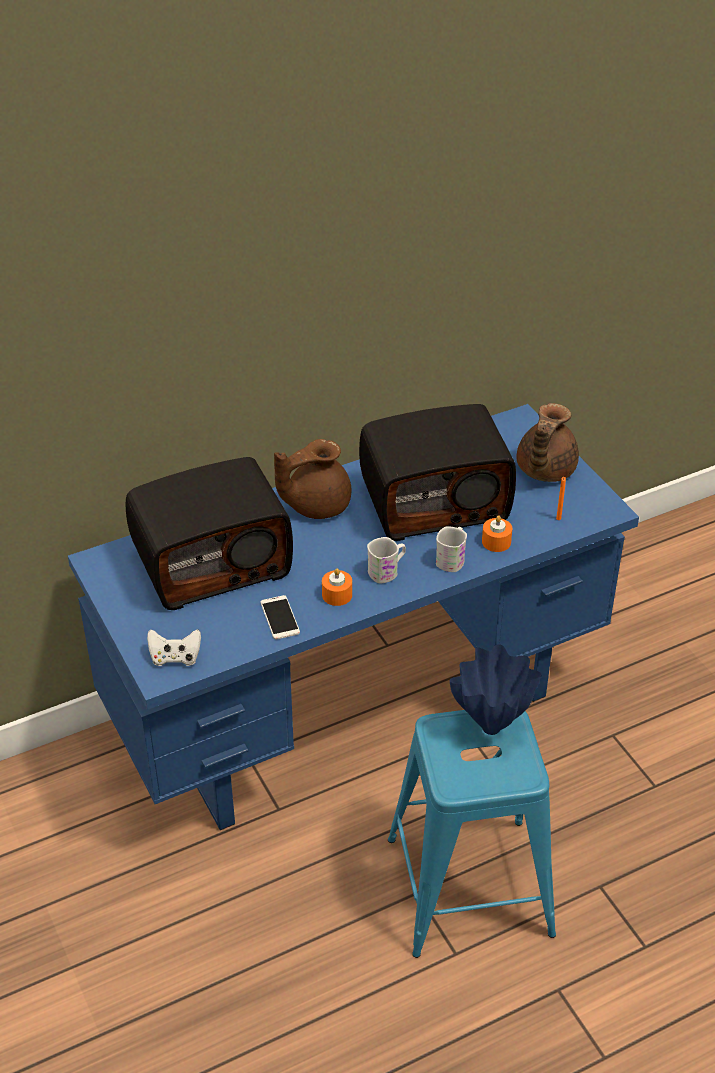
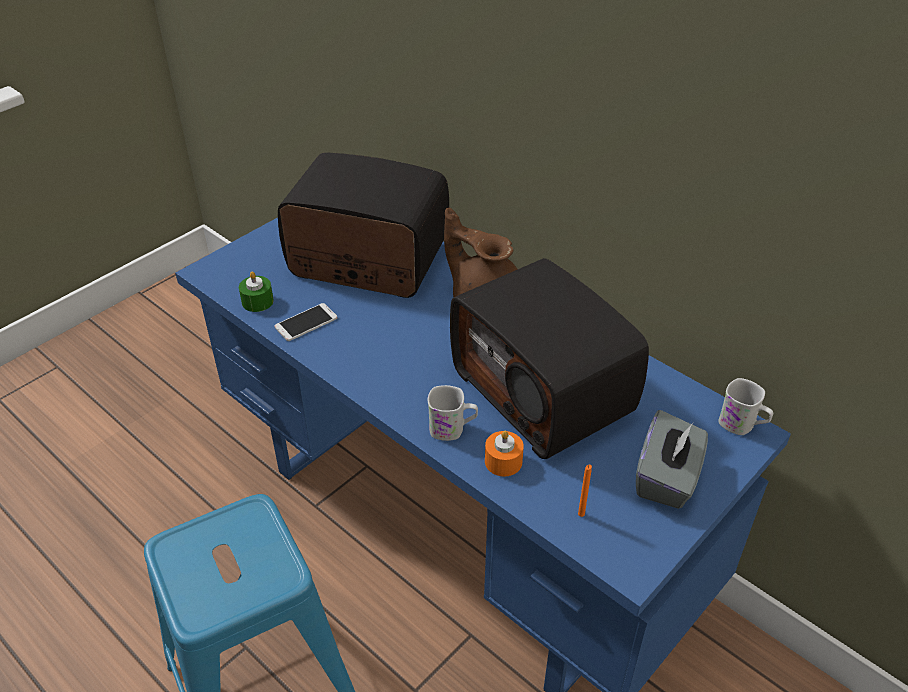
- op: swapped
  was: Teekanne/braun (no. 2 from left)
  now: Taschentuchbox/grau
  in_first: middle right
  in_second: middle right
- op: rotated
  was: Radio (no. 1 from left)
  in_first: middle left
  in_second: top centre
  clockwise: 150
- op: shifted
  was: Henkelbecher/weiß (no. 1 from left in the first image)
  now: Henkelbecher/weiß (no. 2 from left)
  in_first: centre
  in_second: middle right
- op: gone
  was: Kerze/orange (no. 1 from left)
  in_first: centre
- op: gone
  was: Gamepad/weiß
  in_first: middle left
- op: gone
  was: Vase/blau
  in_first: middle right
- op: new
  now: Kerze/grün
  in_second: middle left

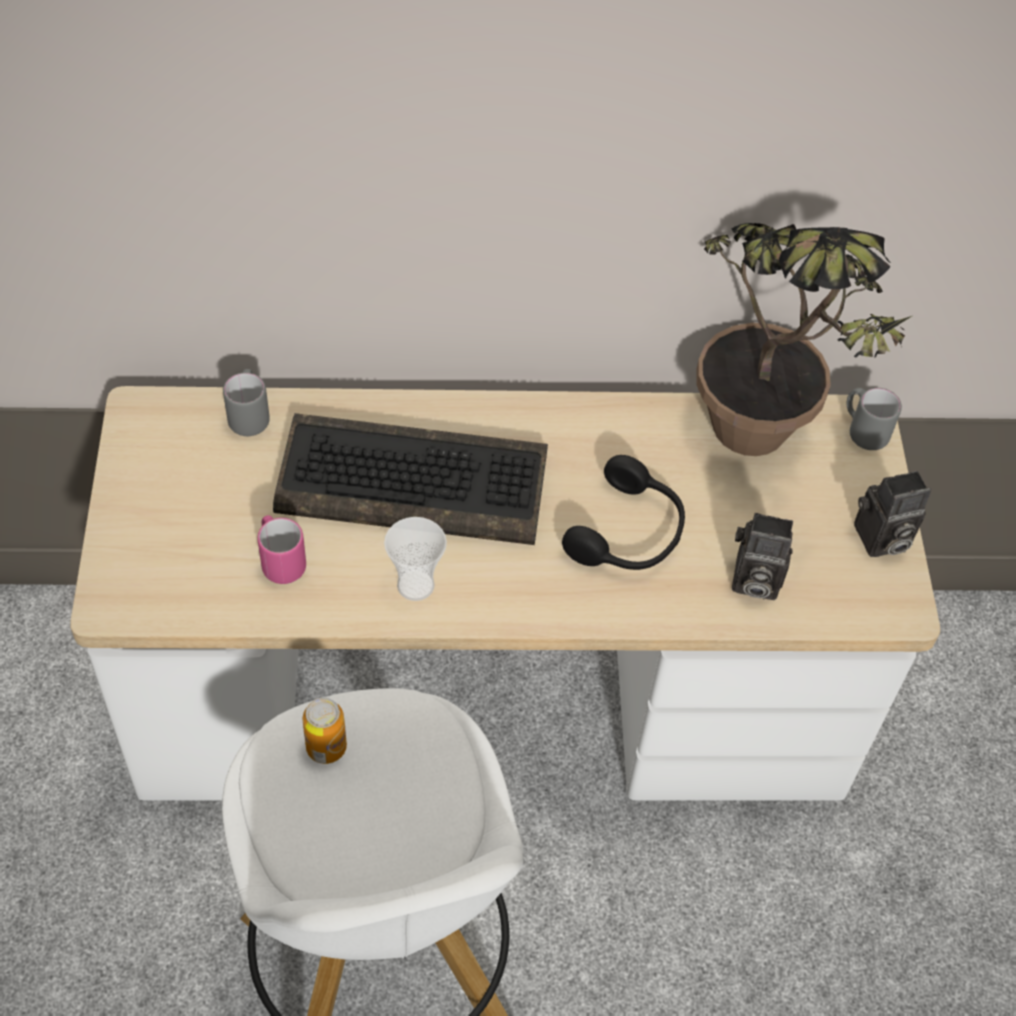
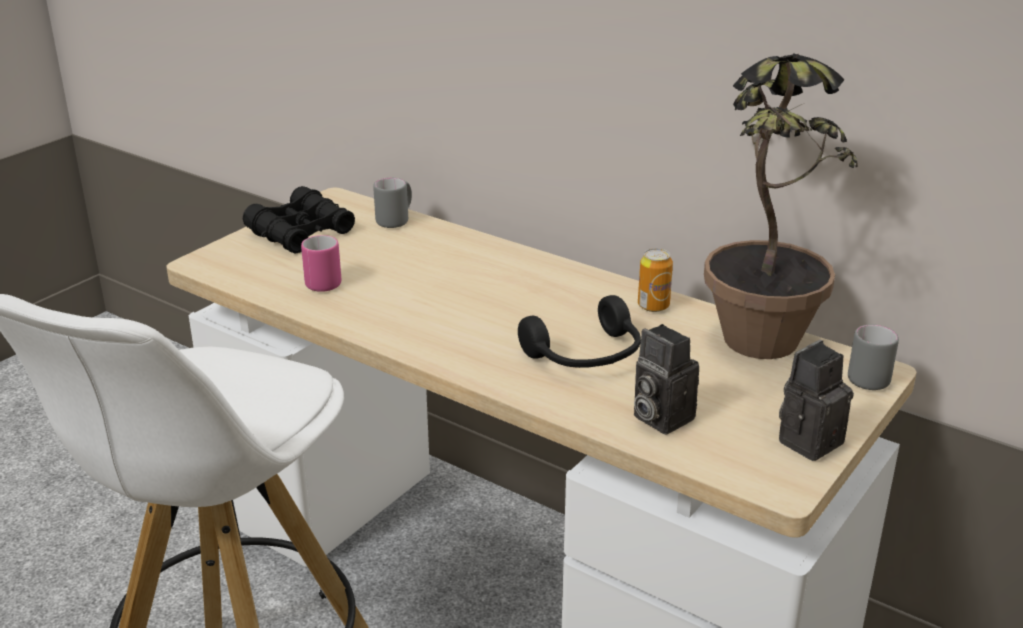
- op: gone
  was: Tastatur
  in_first: centre
- op: rotated
  was: Kamera (no. 2 from left)
  in_first: middle right
  in_second: middle right
  clockwise: 120
- op: gone
  was: Tasse
  in_first: centre
- op: shifted
  was: Dose
  in_first: bottom left
  in_second: centre
- op: new
  now: Fernglas/schwarz
  in_second: middle left

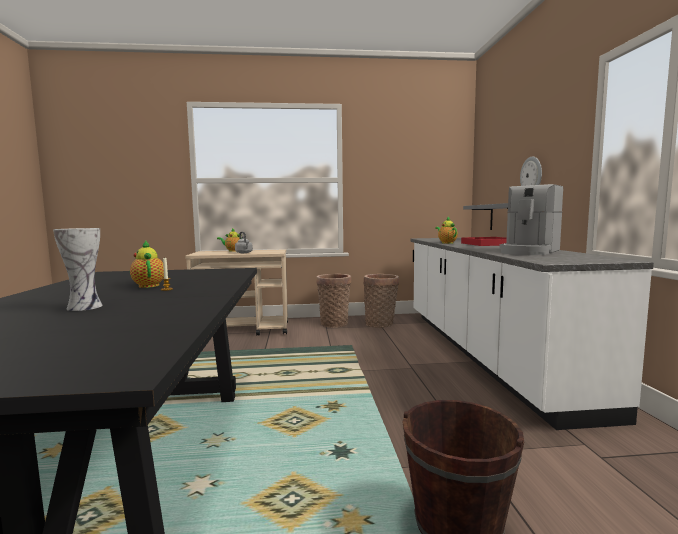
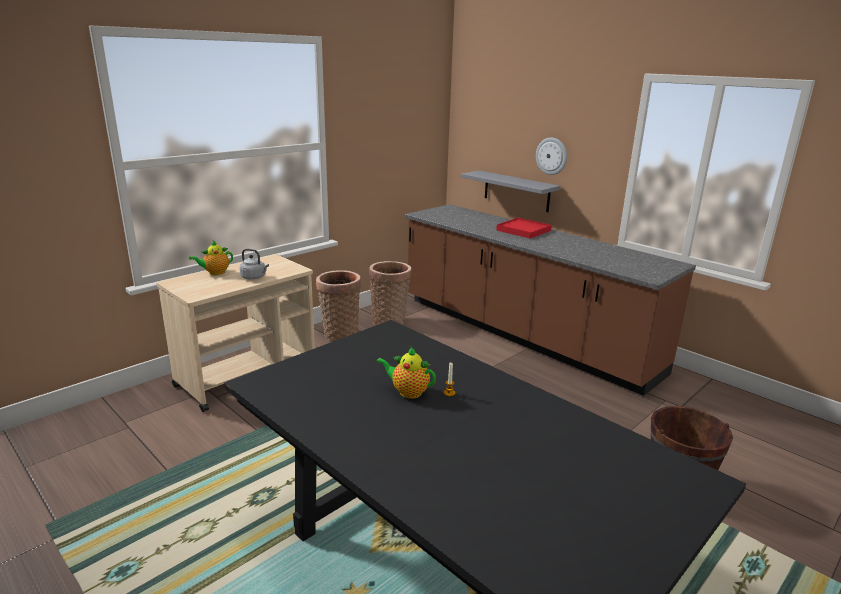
- op: gone
  was: Kaffeemaschine
  in_first: middle right
- op: gone
  was: Teekanne (no. 3 from left)
  in_first: centre
- op: gone
  was: Vase
  in_first: middle left
- op: repainted
  was: Küchenzeile/weiß
  now: Küchenzeile/braun
  in_first: middle right
  in_second: centre

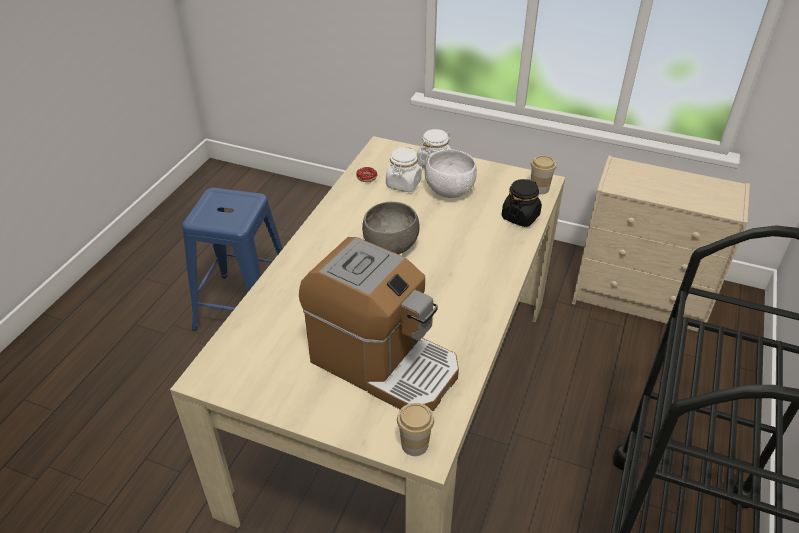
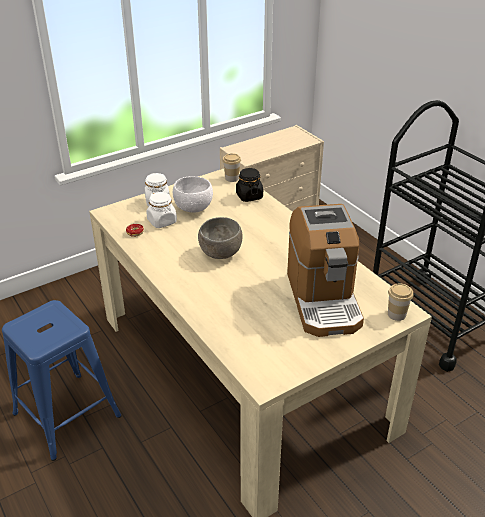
- op: rotated
  was: Kaffeemaschine
  in_first: centre
  in_second: middle right
  clockwise: 105

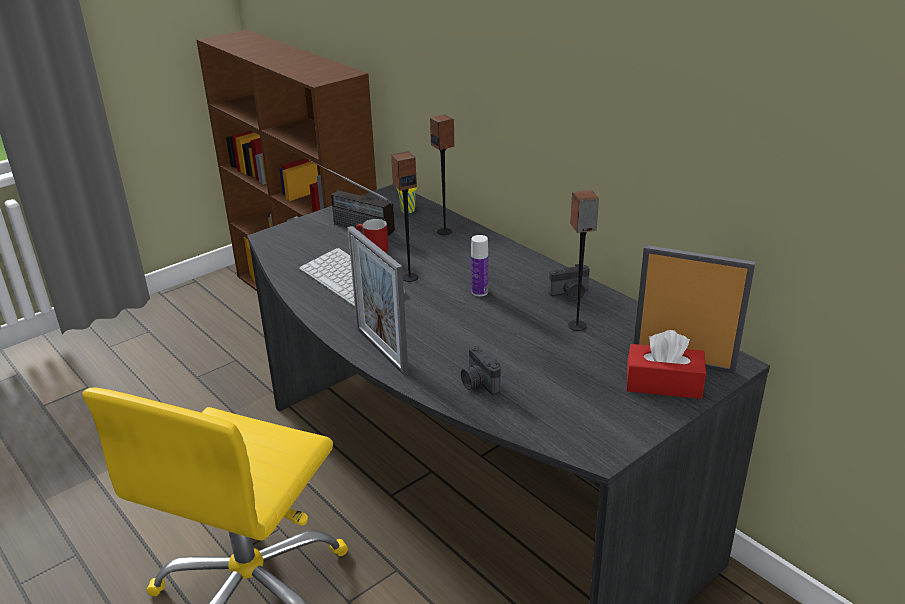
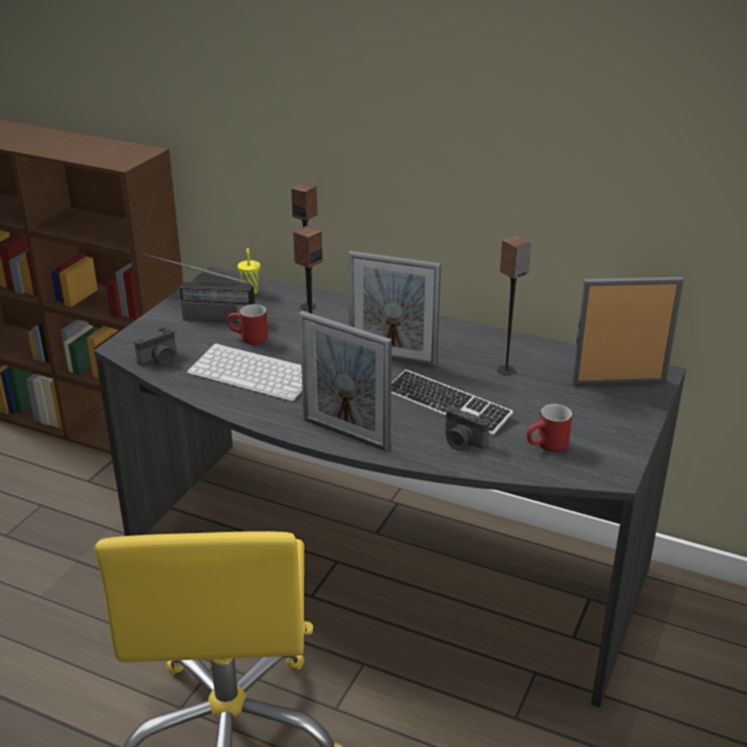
- op: swapped
  was: Flasche
  now: Bilderrahmen (no. 2 from left)
  in_first: centre
  in_second: centre
- op: shifted
  was: Kamera (no. 2 from left in the first image)
  now: Kamera (no. 1 from left)
  in_first: centre
  in_second: middle left
- op: gone
  was: Taschentuchbox/rot
  in_first: middle right
- op: new
  now: Tastatur (no. 2 from left)
  in_second: centre
- op: new
  now: Henkelbecher/rot (no. 2 from left)
  in_second: middle right

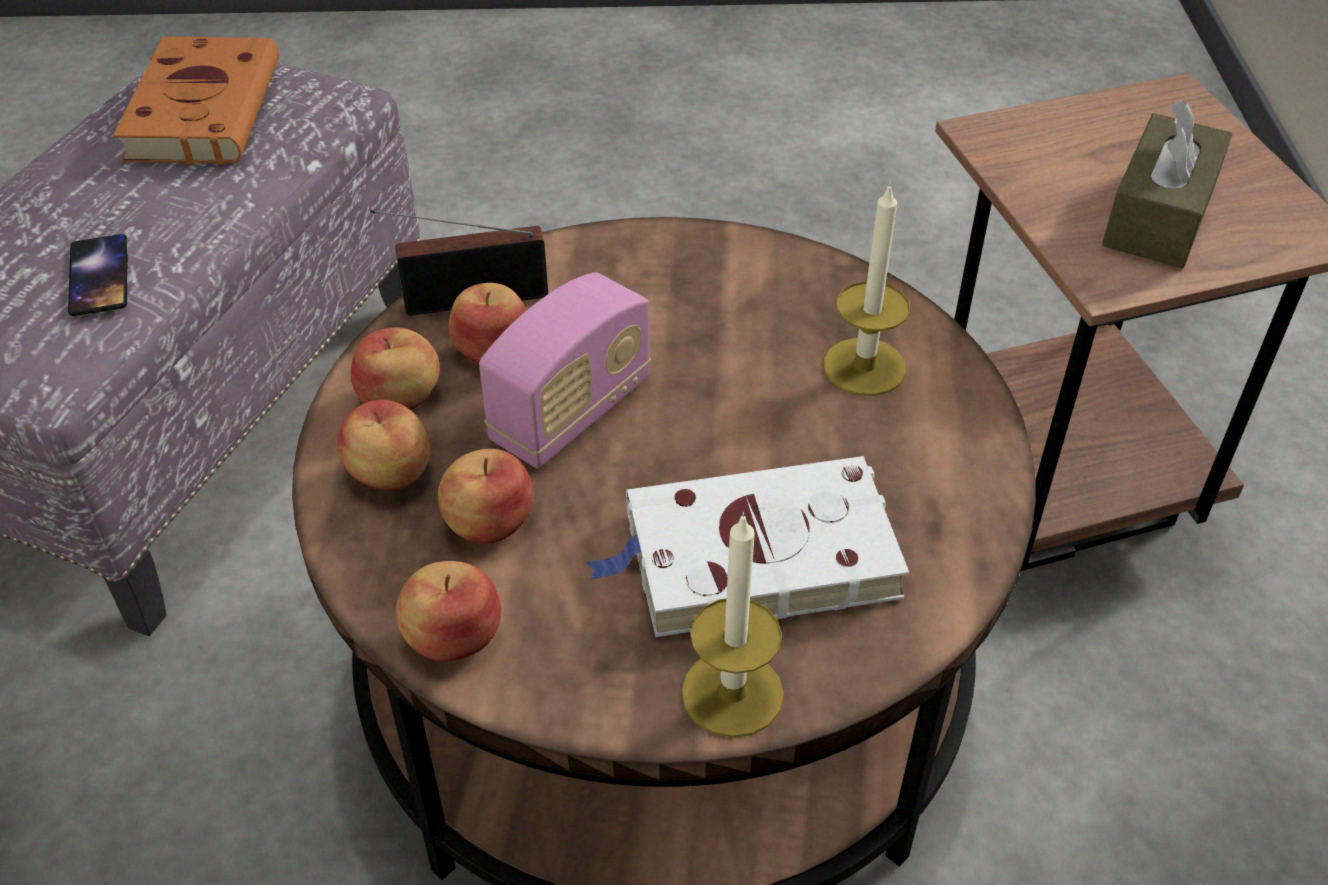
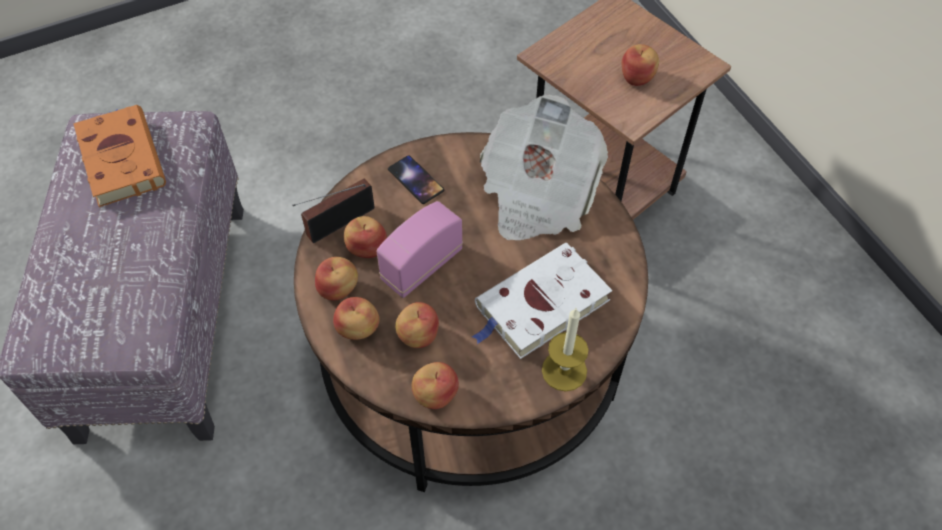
- op: swapped
  was: Taschentuchbox/braun
  now: Apfel (no. 6 from left)
  in_first: top right
  in_second: top right
- op: swapped
  was: Kerze (no. 2 from left)
  now: Zeitung
  in_first: top centre
  in_second: top centre
- op: shifted
  was: Handy
  in_first: top left
  in_second: centre
- op: rotated
  was: Radio (no. 2 from left)
  in_first: centre
  in_second: centre
  clockwise: -150

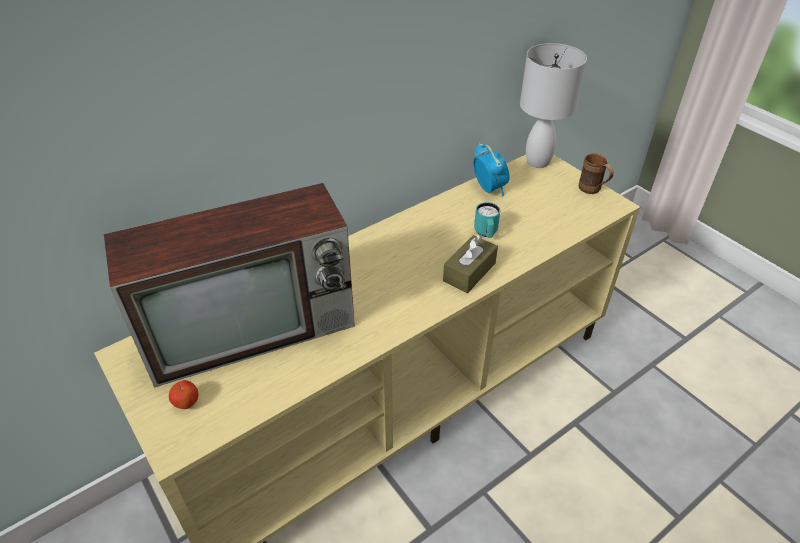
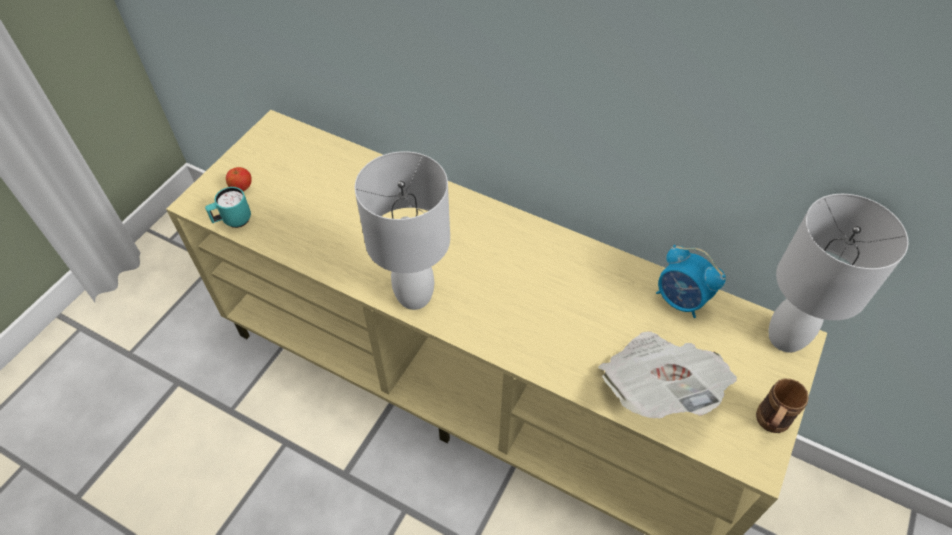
- op: rotated
  was: Wecker
  in_first: top centre
  in_second: middle right
  clockwise: 90
- op: gone
  was: Fernseher
  in_first: middle left
- op: shifted
  was: Henkelbecher/türkis
  in_first: centre
  in_second: middle left
- op: gone
  was: Taschentuchbox/braun
  in_first: centre
- op: new
  now: Tischlampe/weiß (no. 1 from left)
  in_second: centre
- op: new
  now: Zeitung
  in_second: bottom right

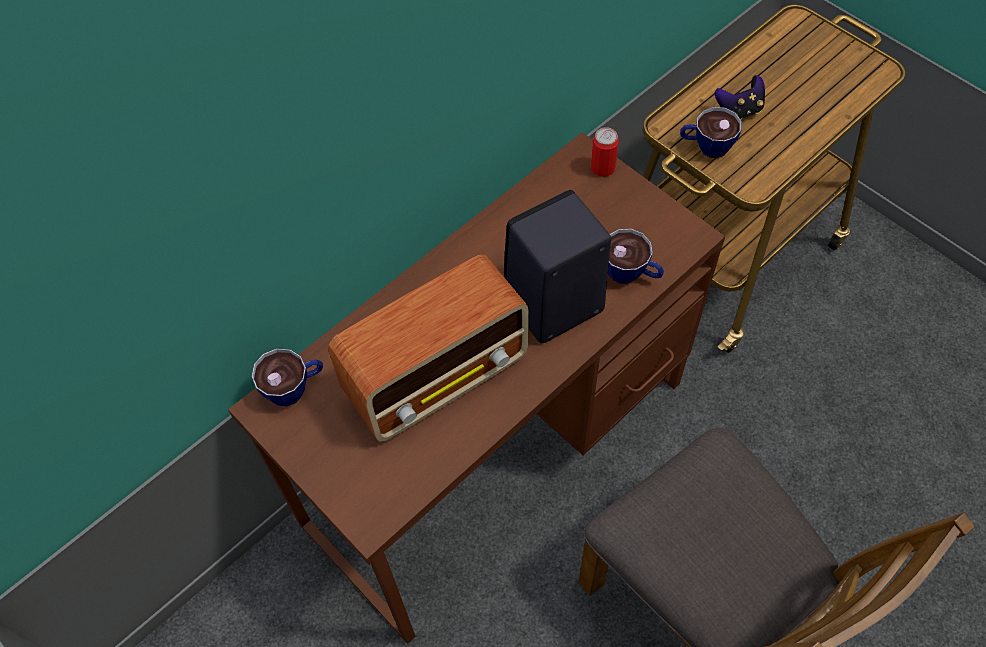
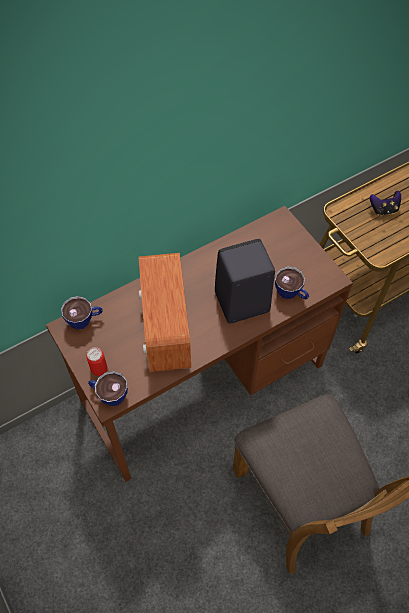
- op: shifted
  was: Tasse (no. 3 from left in the first image)
  now: Tasse (no. 2 from left)
  in_first: top right
  in_second: middle left
- op: shifted
  was: Dose
  in_first: top centre
  in_second: middle left
- op: rotated
  was: Radio
  in_first: centre
  in_second: centre
  clockwise: 105

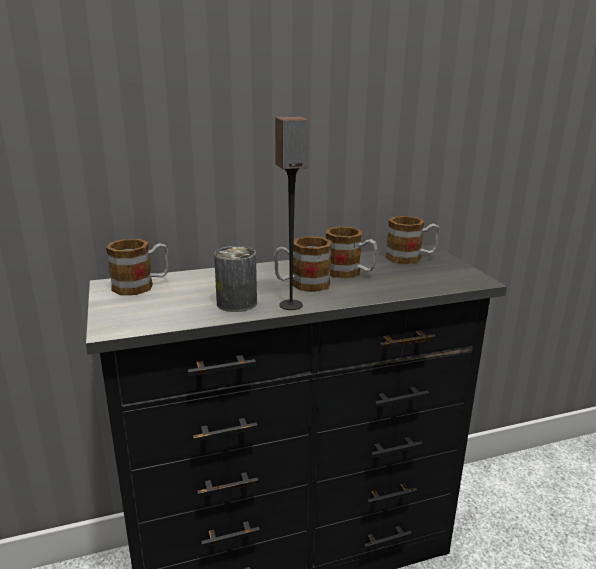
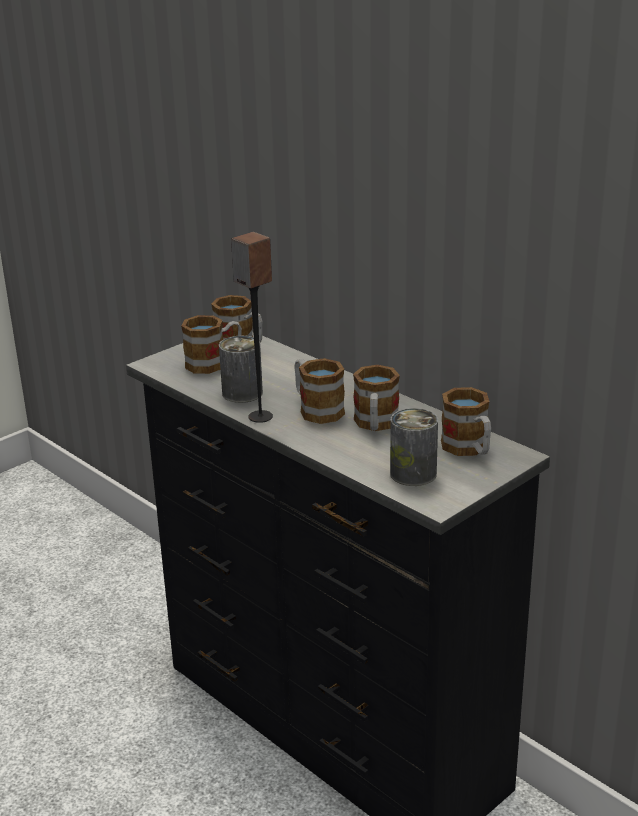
- op: new
  now: Henkelbecher (no. 1 from left)
  in_second: middle left
- op: new
  now: Dose (no. 2 from left)
  in_second: centre

